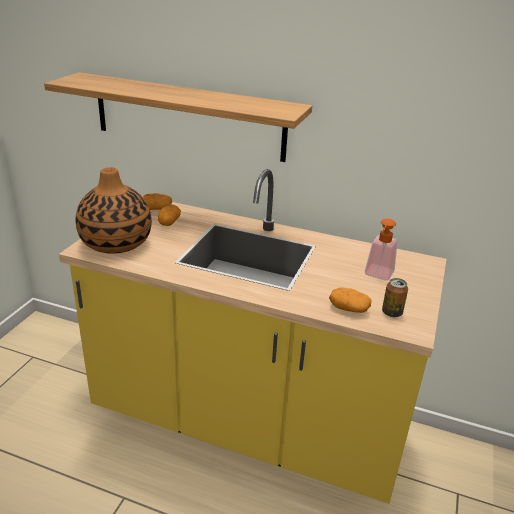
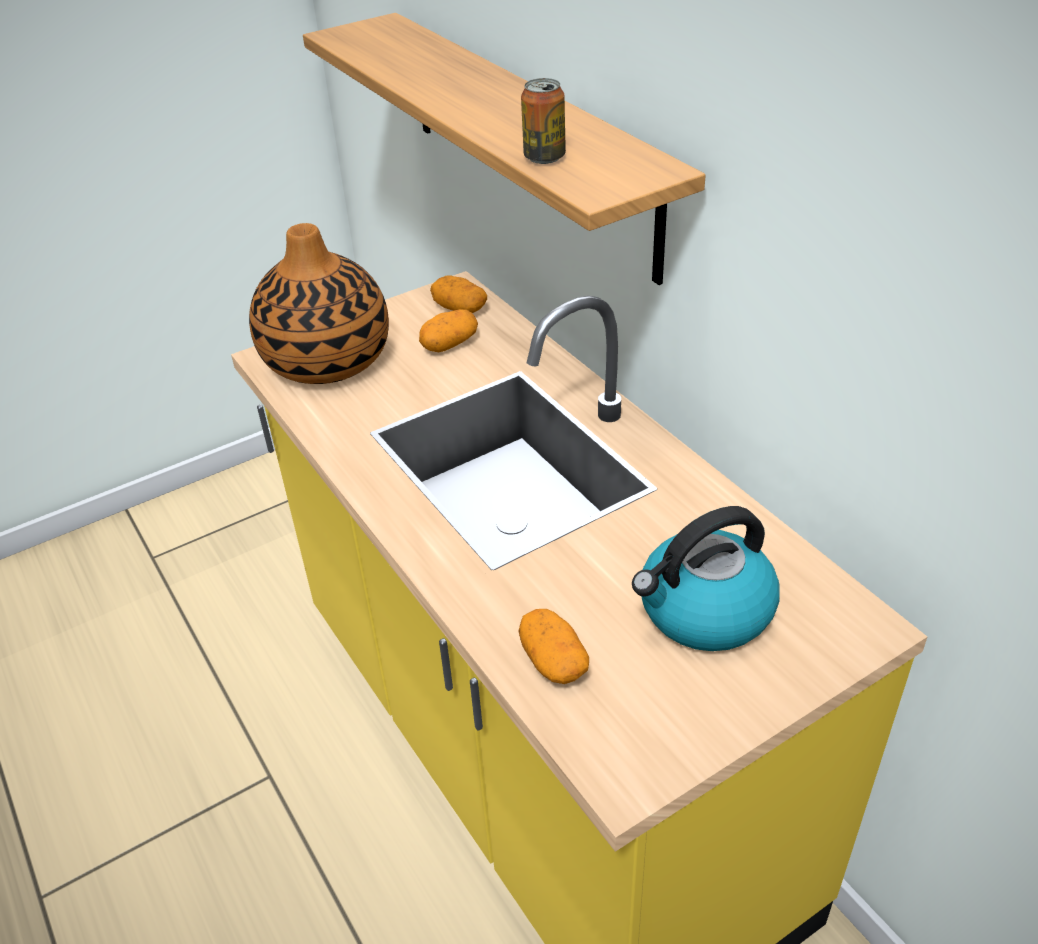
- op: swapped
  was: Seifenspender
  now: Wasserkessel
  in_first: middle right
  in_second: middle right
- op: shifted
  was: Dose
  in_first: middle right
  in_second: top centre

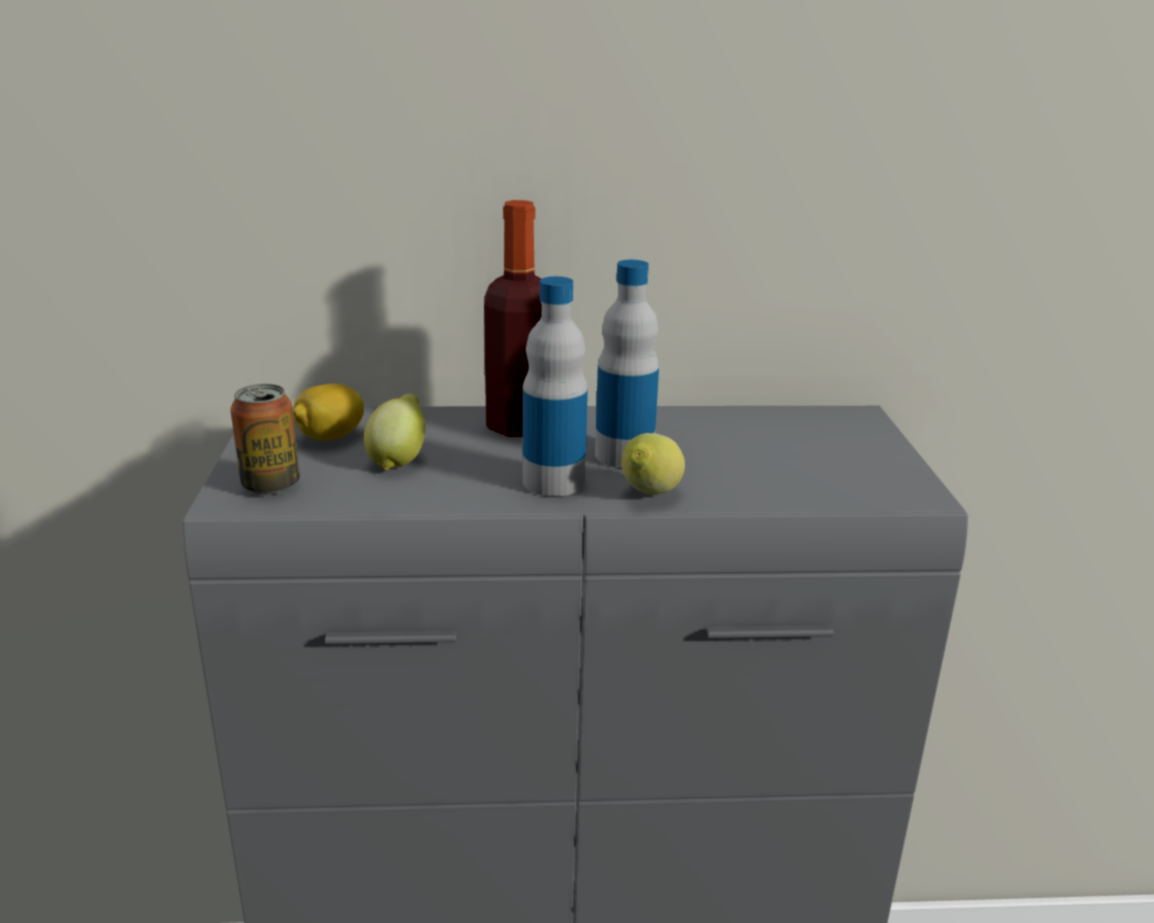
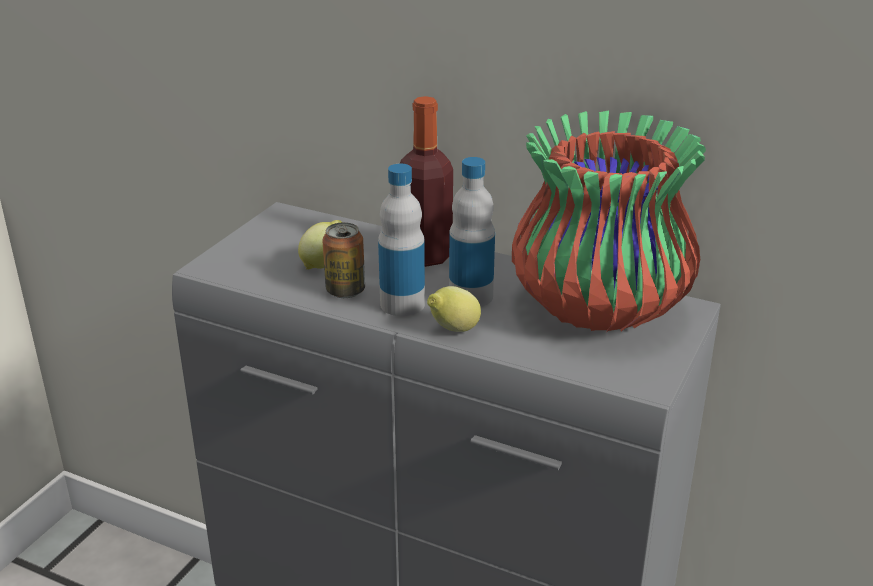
- op: shifted
  was: Dose
  in_first: middle left
  in_second: centre
- op: gone
  was: Zitrone (no. 1 from left)
  in_first: middle left
- op: new
  now: Vase
  in_second: middle right

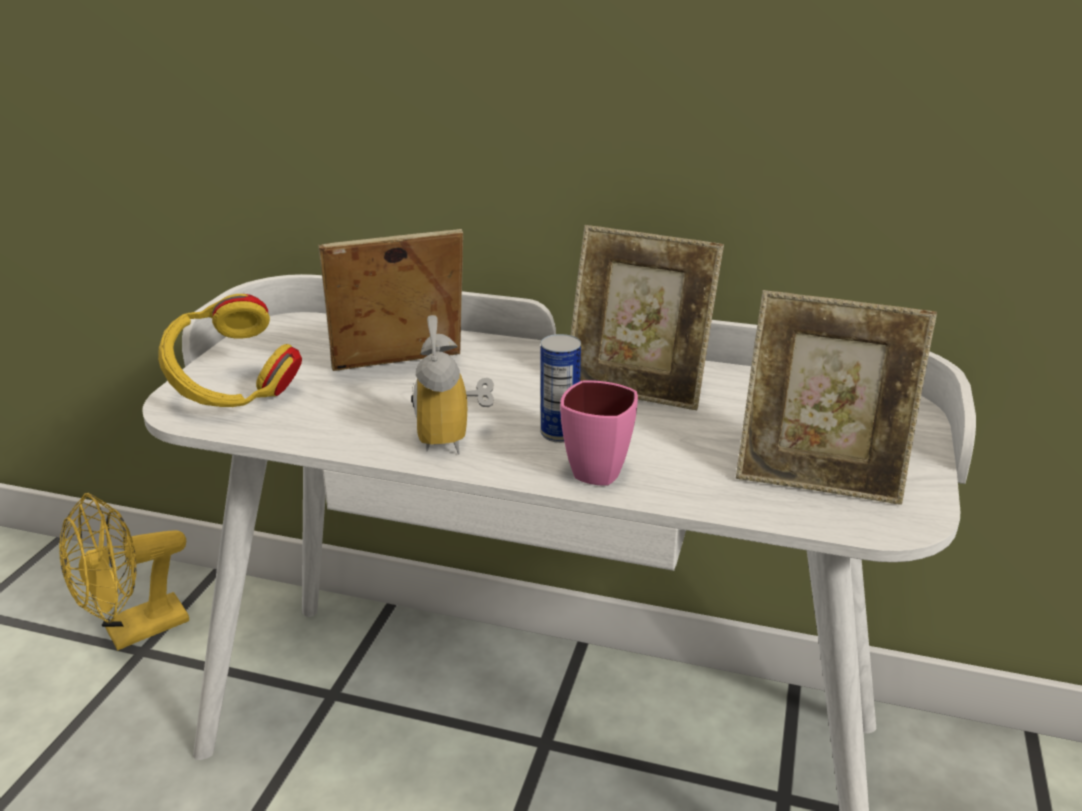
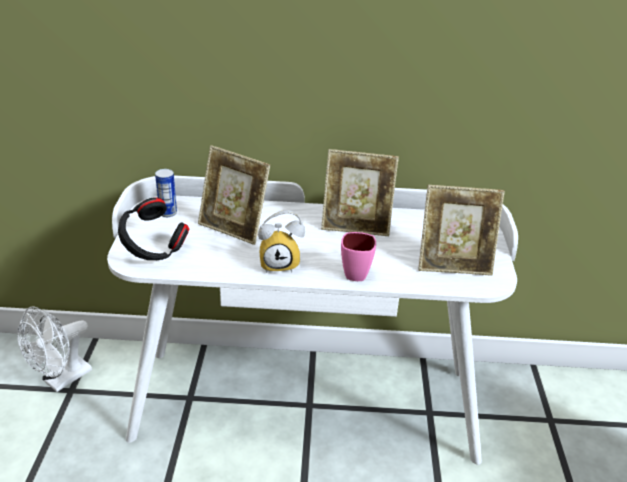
- op: rotated
  was: Bilderrahmen (no. 1 from left)
  in_first: centre
  in_second: centre
  clockwise: -120
- op: repainted
  was: Kopfhörer/gelb
  now: Kopfhörer/schwarz
  in_first: middle left
  in_second: middle left
- op: rotated
  was: Wecker
  in_first: centre
  in_second: centre
  clockwise: -75
- op: shifted
  was: Dose
  in_first: centre
  in_second: middle left
- op: repainted
  was: Ventilator/gelb
  now: Ventilator/weiß
  in_first: bottom left
  in_second: bottom left

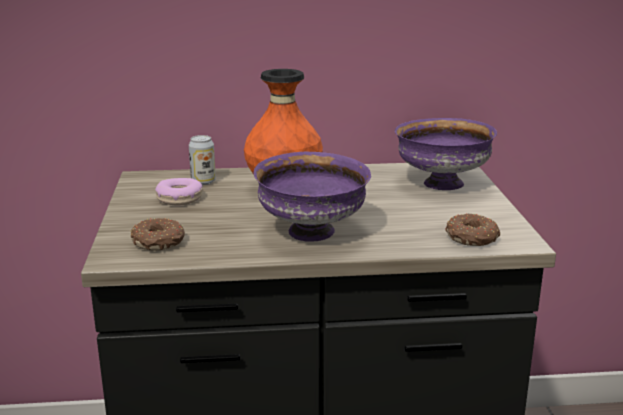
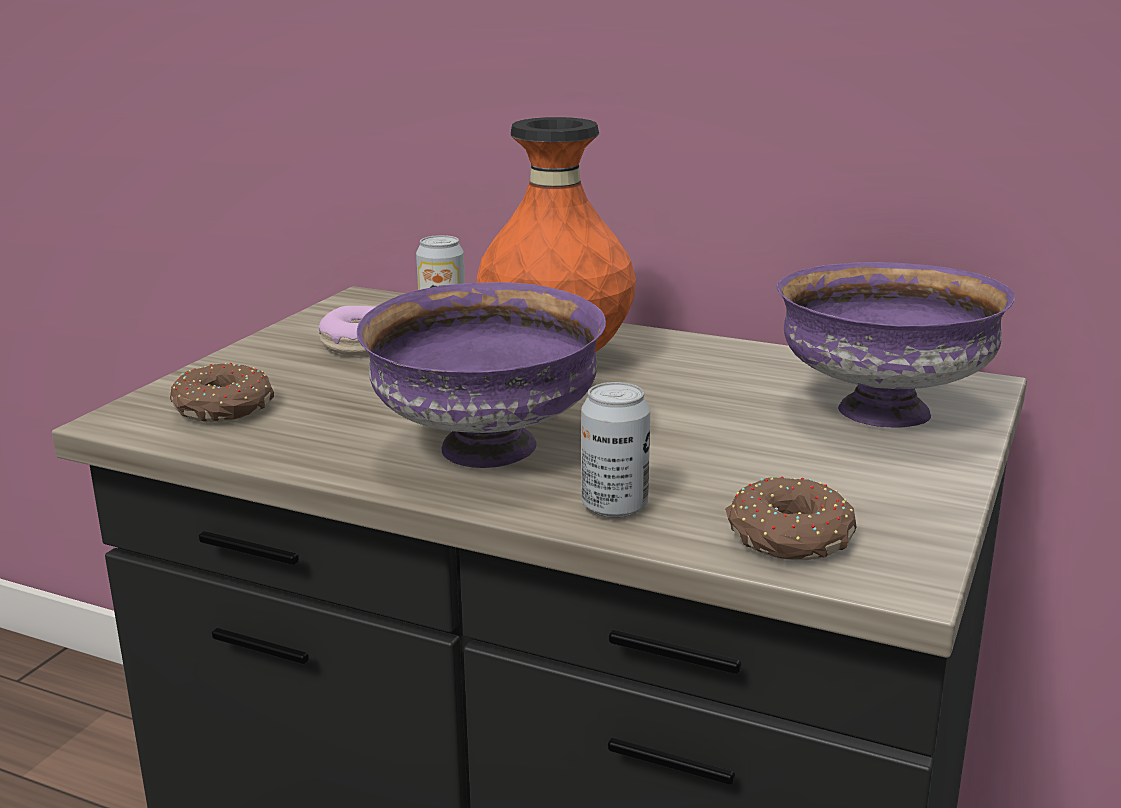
- op: new
  now: Dose (no. 2 from left)
  in_second: centre

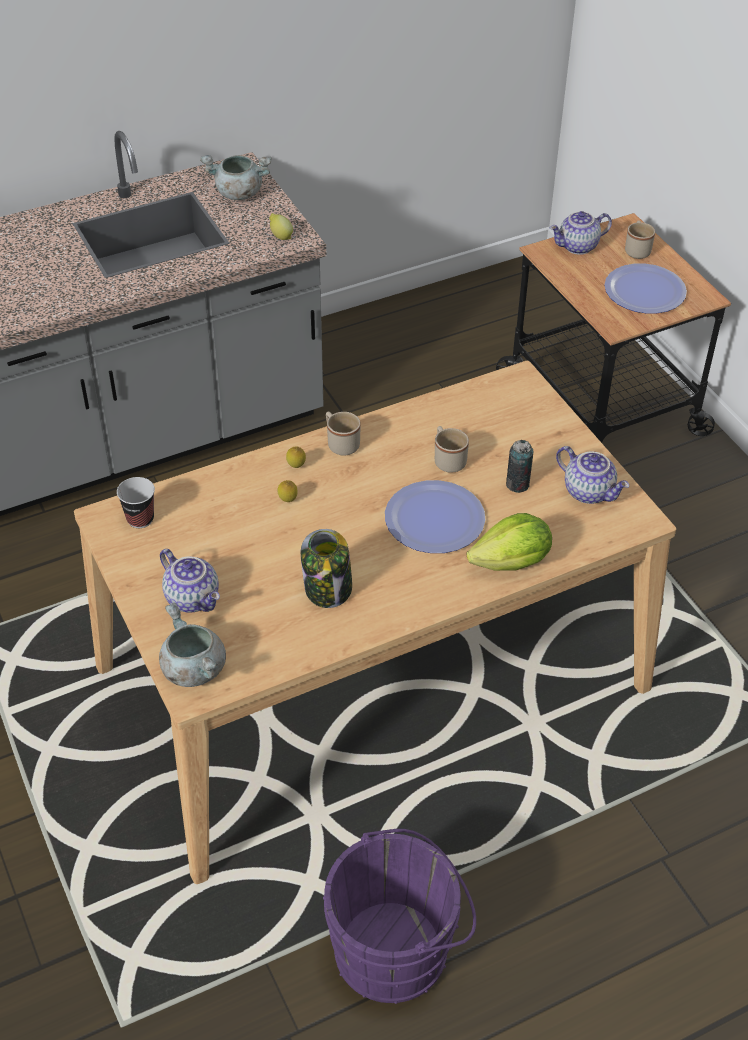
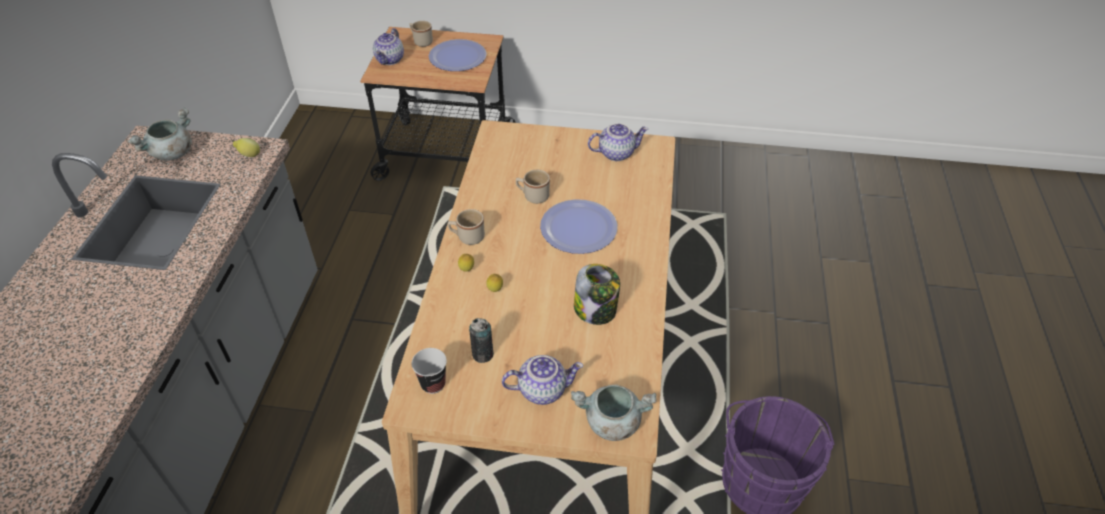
- op: shifted
  was: Dose
  in_first: middle right
  in_second: centre
- op: gone
  was: Salatkopf
  in_first: middle right

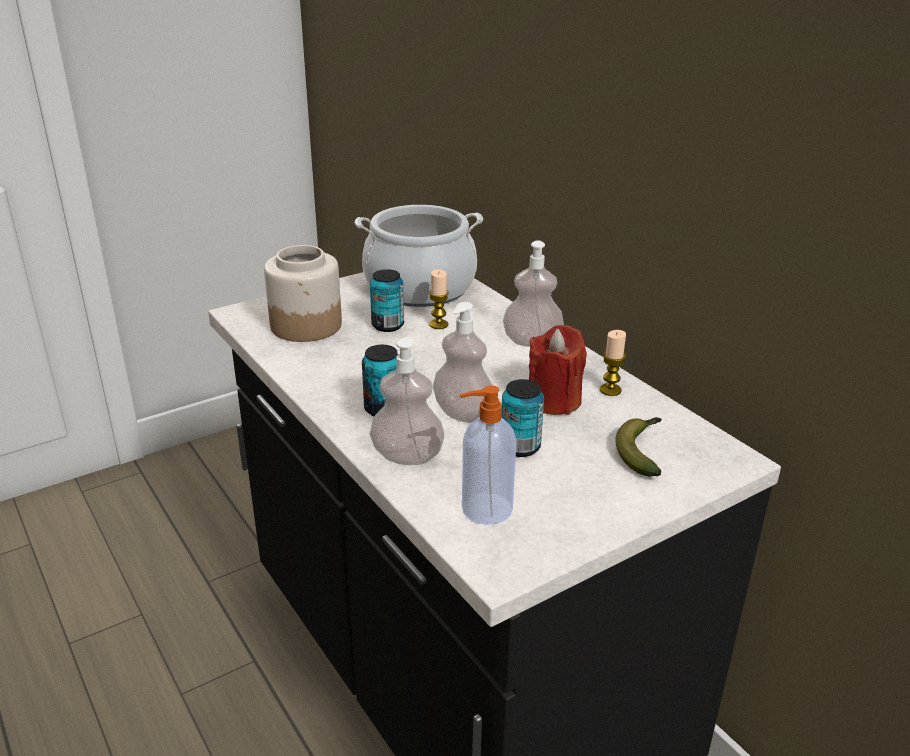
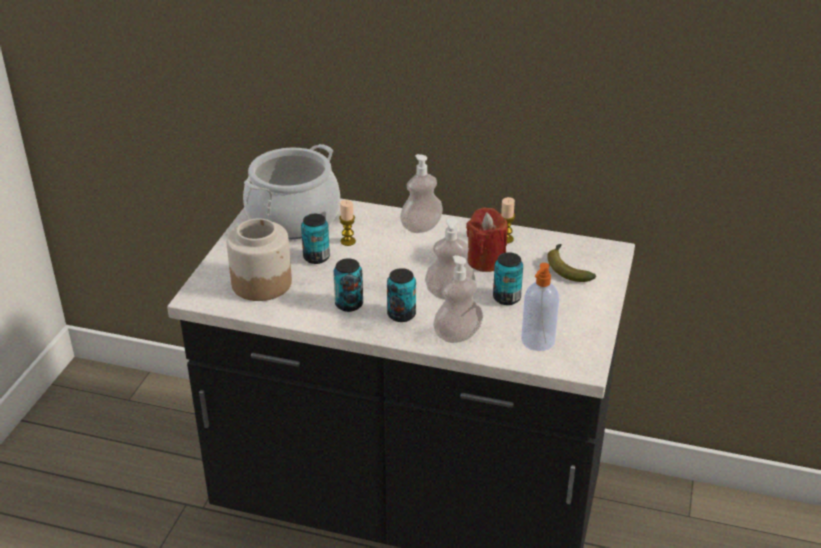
- op: new
  now: Dose (no. 2 from left)
  in_second: centre

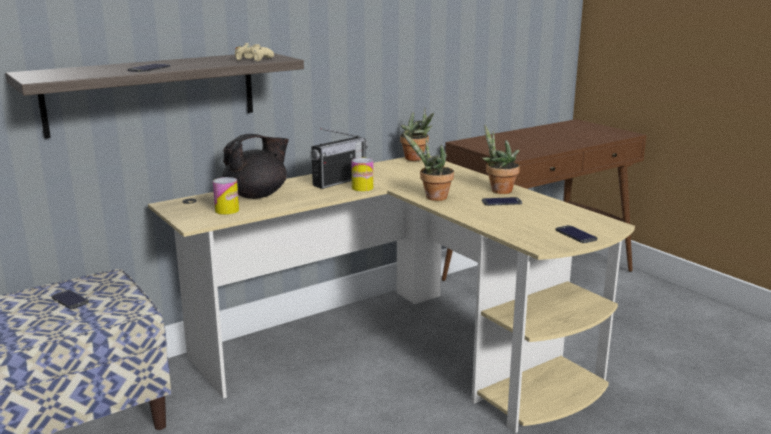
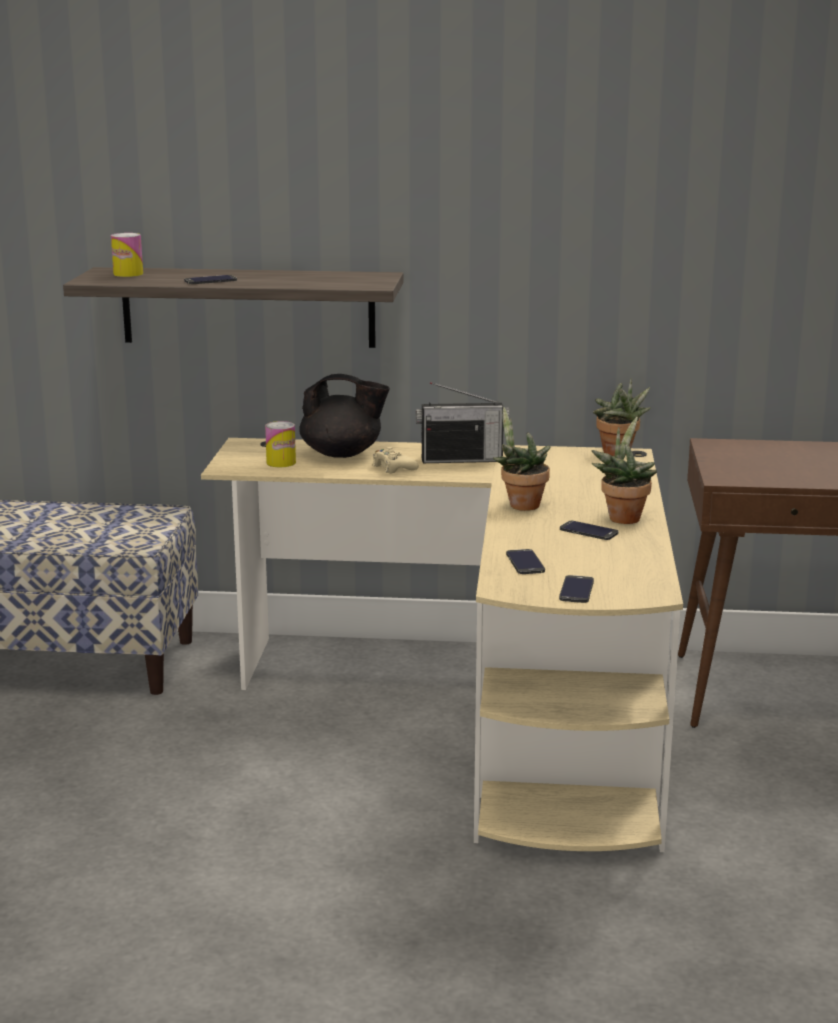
- op: shifted
  was: Gamepad/beige
  in_first: top left
  in_second: centre
- op: shifted
  was: Dose (no. 2 from left in the first image)
  now: Dose (no. 1 from left)
  in_first: centre
  in_second: top left
- op: shifted
  was: Handy (no. 1 from left in the first image)
  now: Handy (no. 2 from left)
  in_first: bottom left
  in_second: centre

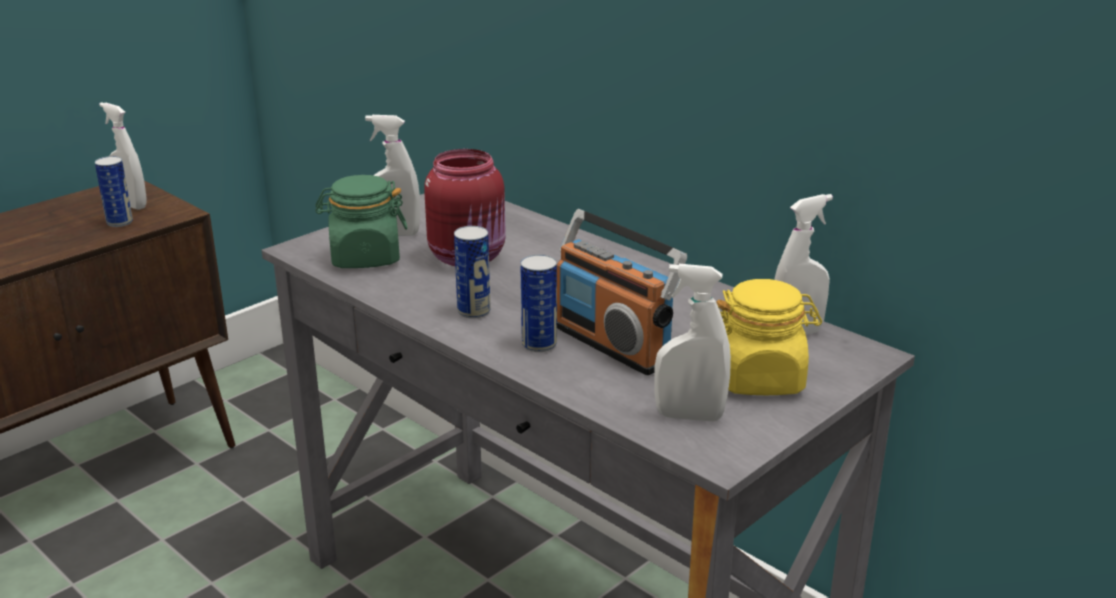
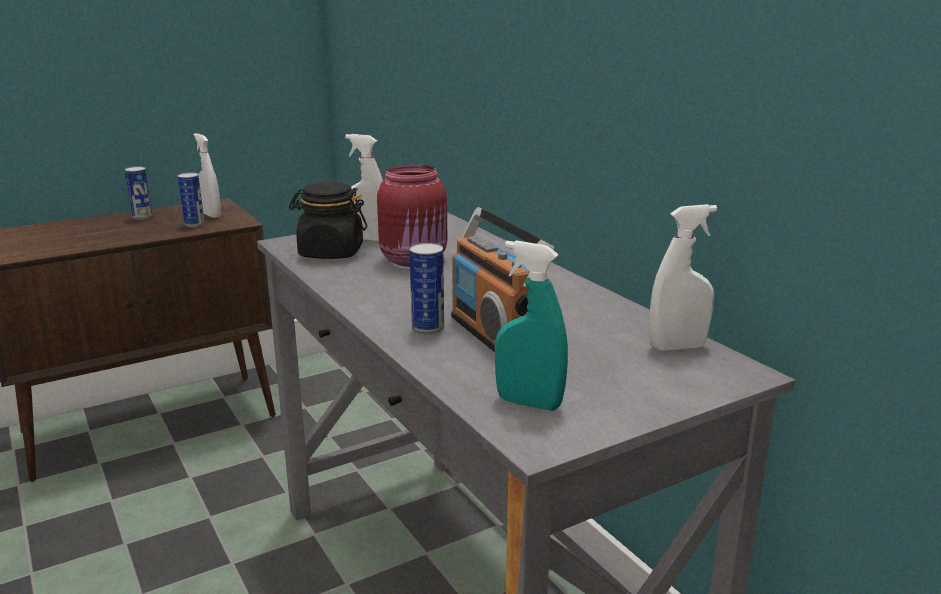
- op: repainted
  was: Vorratsglas/grün
  now: Vorratsglas/schwarz
  in_first: middle left
  in_second: centre
- op: shifted
  was: Dose (no. 2 from left in the first image)
  now: Dose (no. 1 from left)
  in_first: centre
  in_second: top left
- op: repainted
  was: Sprühflasche/weiß (no. 3 from left)
  now: Sprühflasche/türkis
  in_first: centre
  in_second: centre
- op: gone
  was: Vorratsglas/gelb
  in_first: middle right

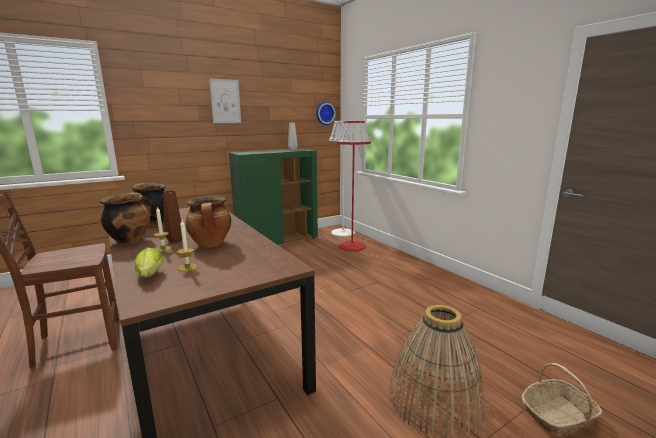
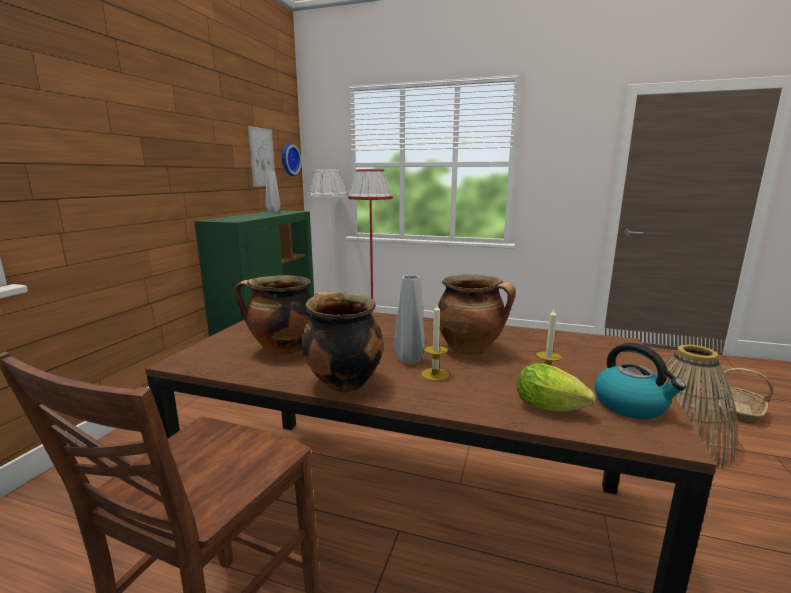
- op: shifted
  was: Bild
  in_first: top centre
  in_second: top left
- op: repainted
  was: Vase/braun
  now: Vase/grau (no. 2 from left)
  in_first: middle left
  in_second: centre
- op: new
  now: Wasserkessel
  in_second: middle right

